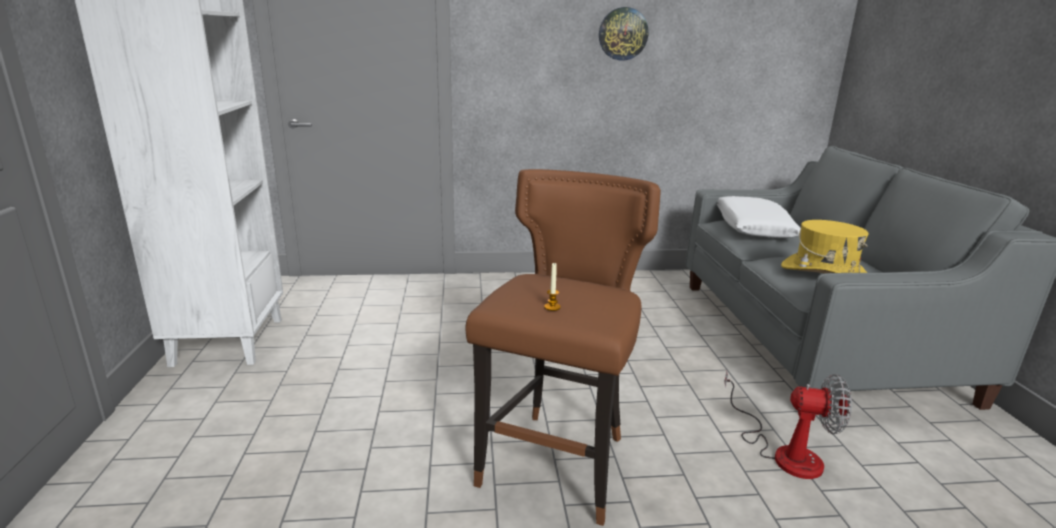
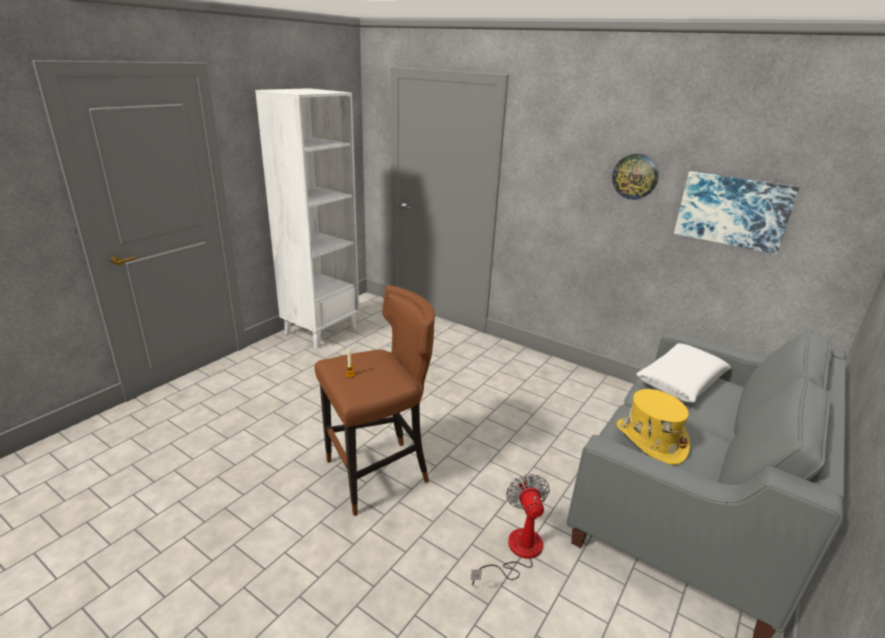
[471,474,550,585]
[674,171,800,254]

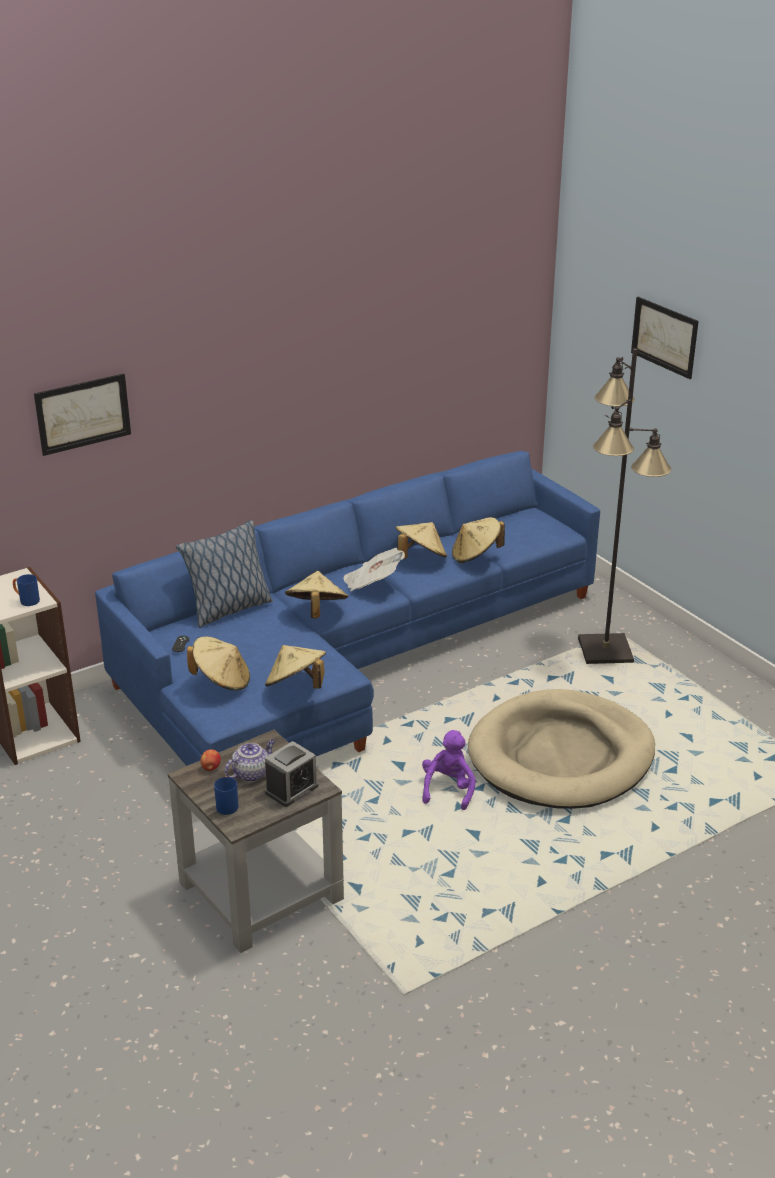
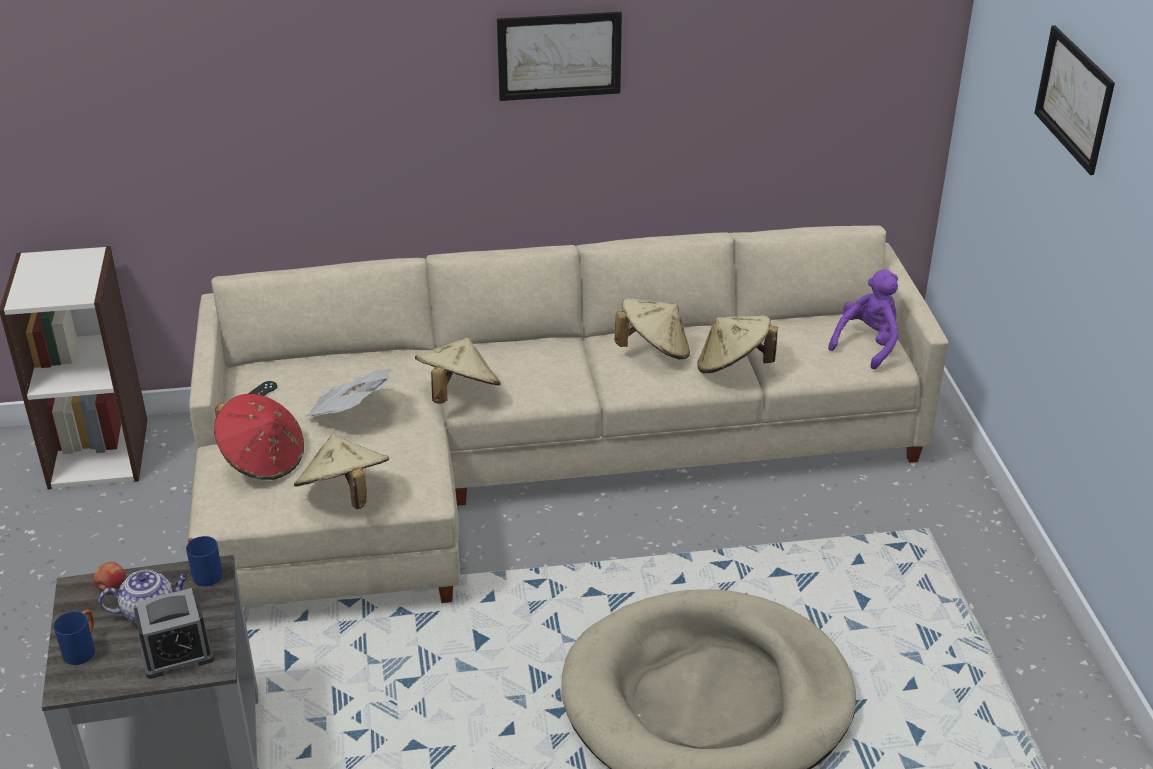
[186,536,223,587]
[497,12,622,101]
[186,225,948,607]
[176,520,273,628] (first image)
[214,394,304,480]
[305,369,392,417]
[828,269,899,370]
[578,348,671,664] (first image)

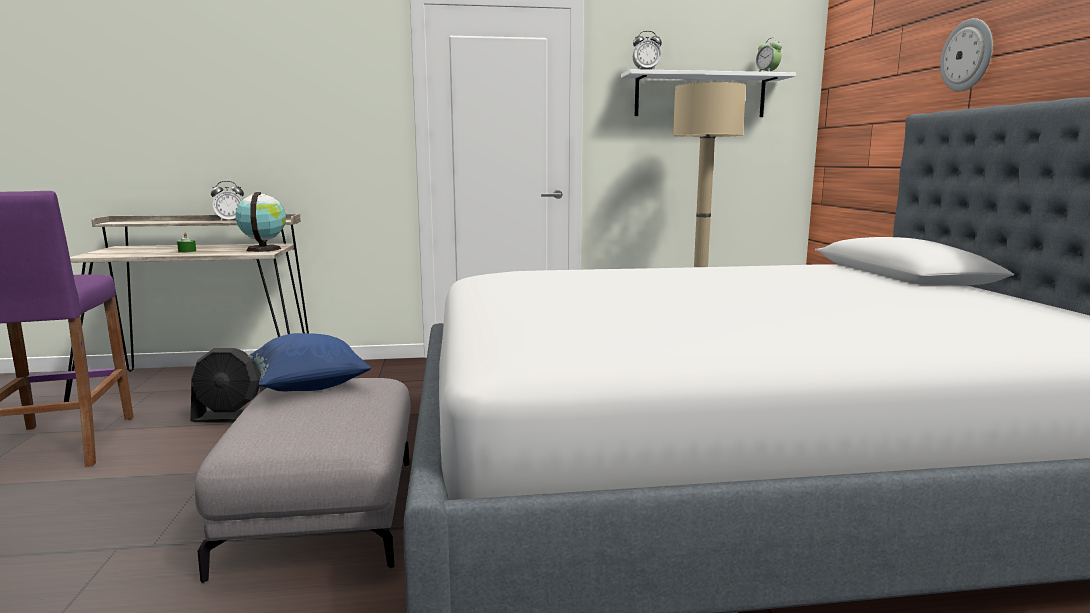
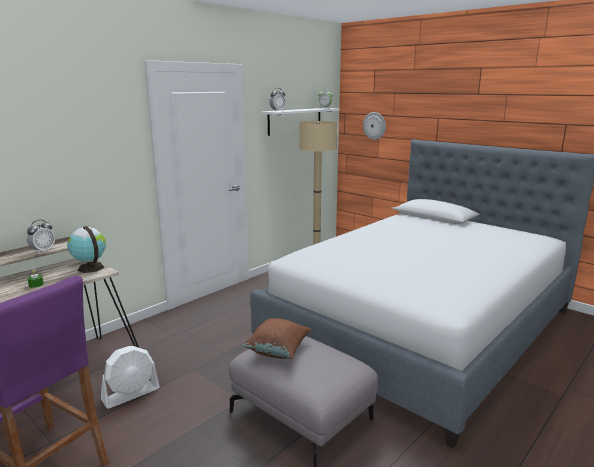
[101,346,160,409]
[243,318,312,359]
[363,112,386,140]

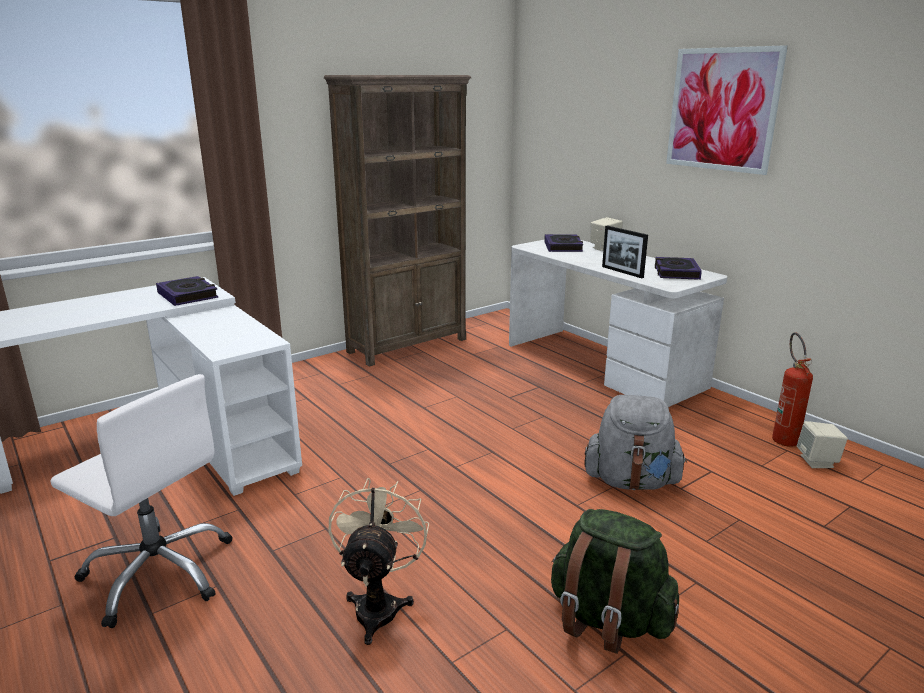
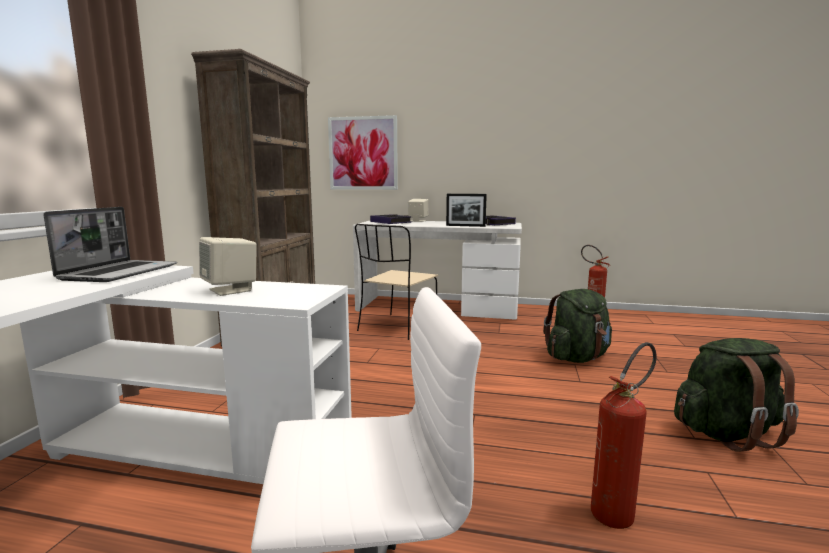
[43,207,177,282]
[591,342,657,529]
[543,289,612,363]
[328,115,398,190]
[199,237,257,296]
[355,224,438,340]

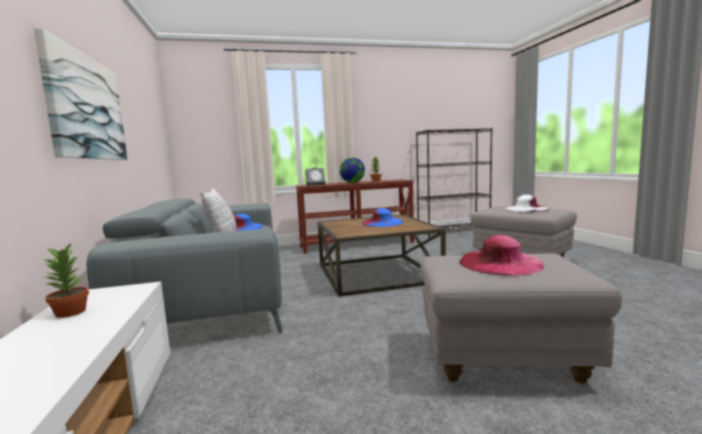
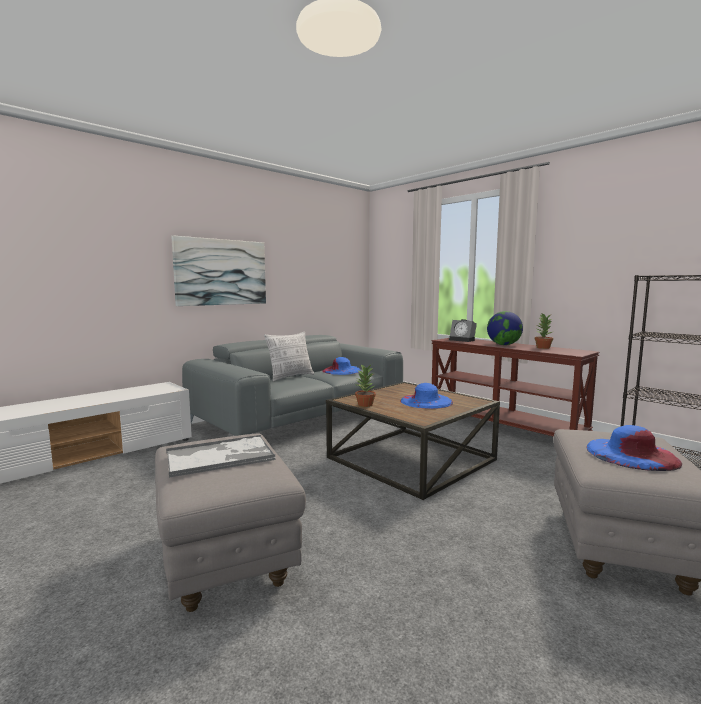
[355,364,376,407]
[166,435,275,478]
[586,425,682,471]

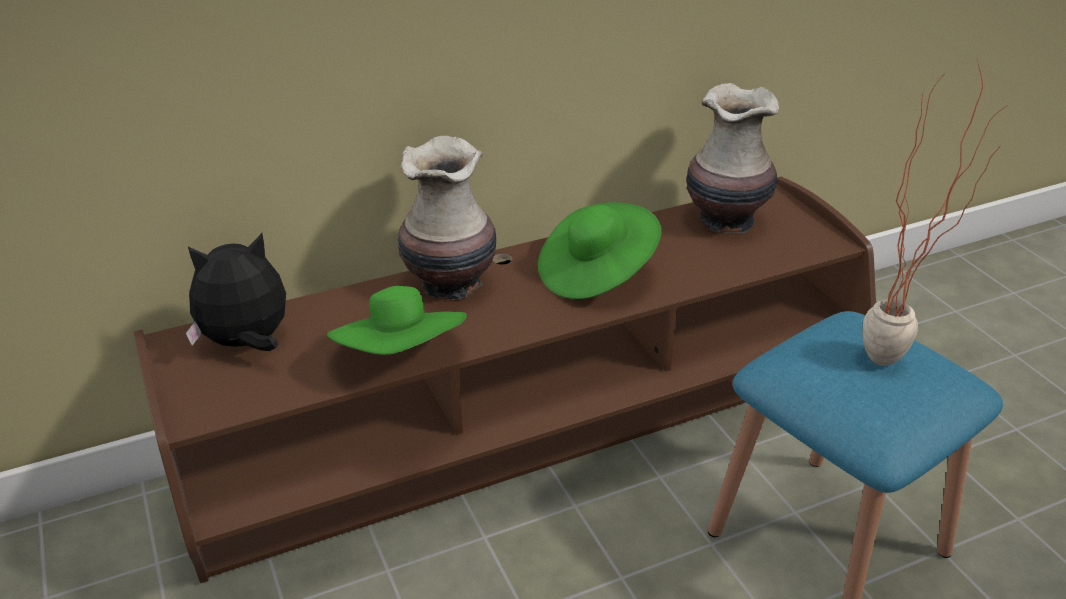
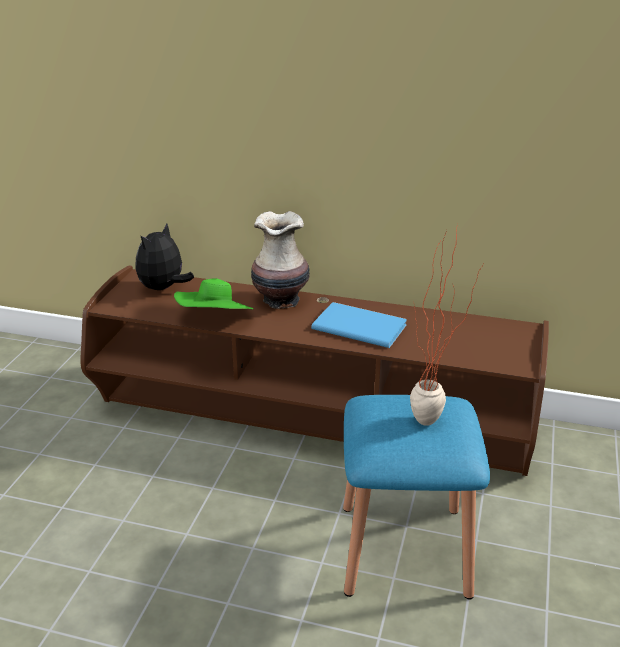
[135,223,194,290]
[311,302,407,348]
[686,83,779,233] (first image)

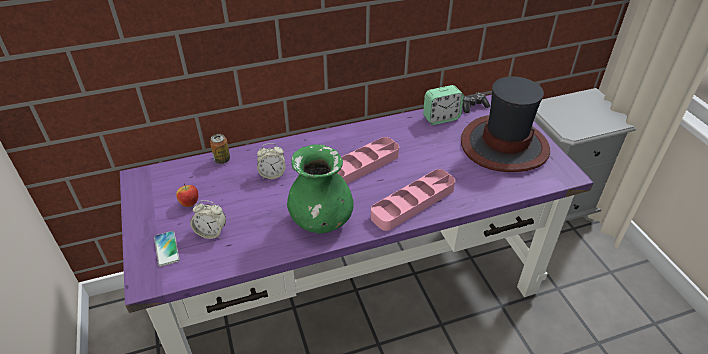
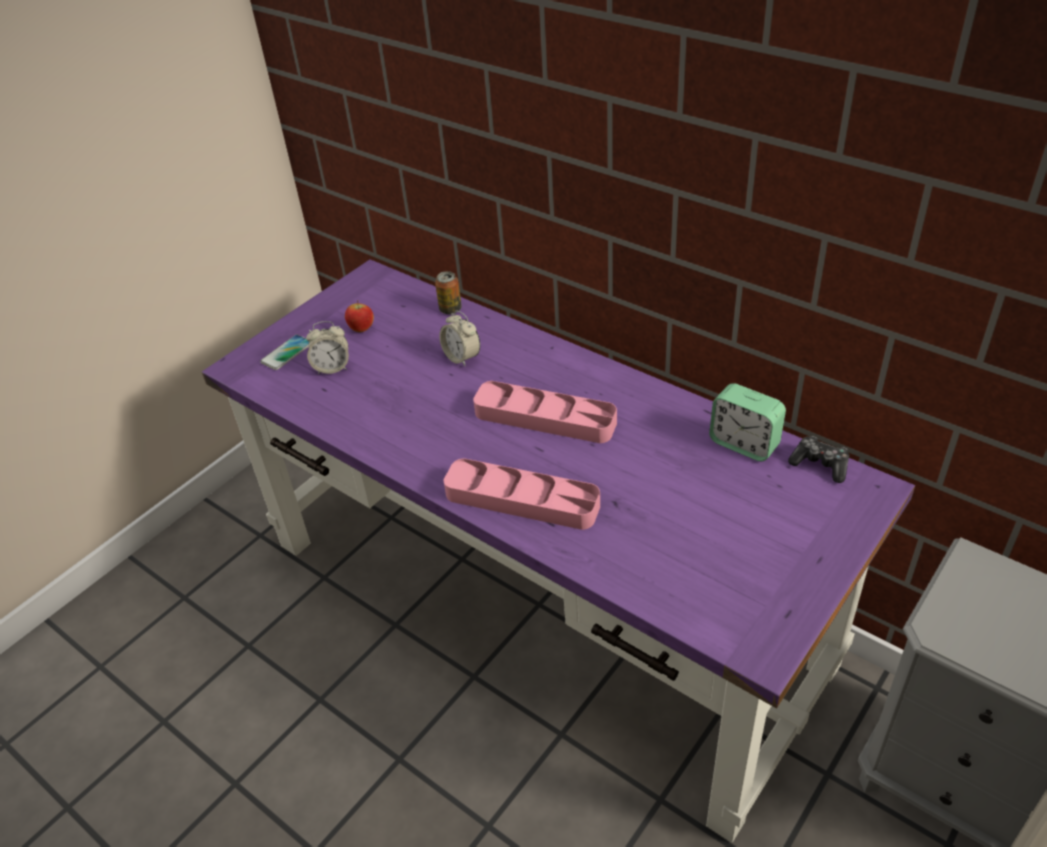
[306,321,349,374]
[287,144,354,233] (first image)
[461,76,550,172] (first image)

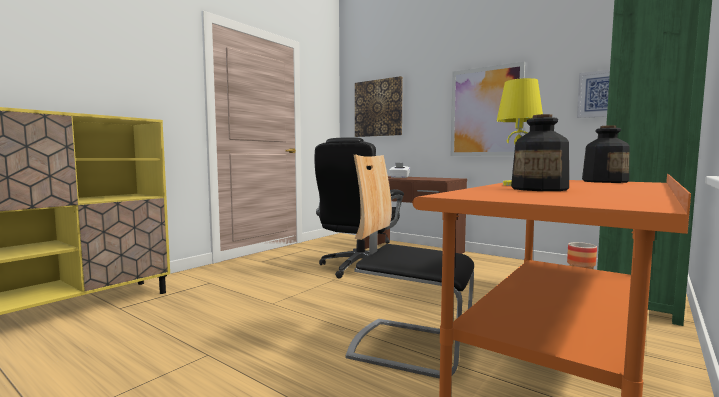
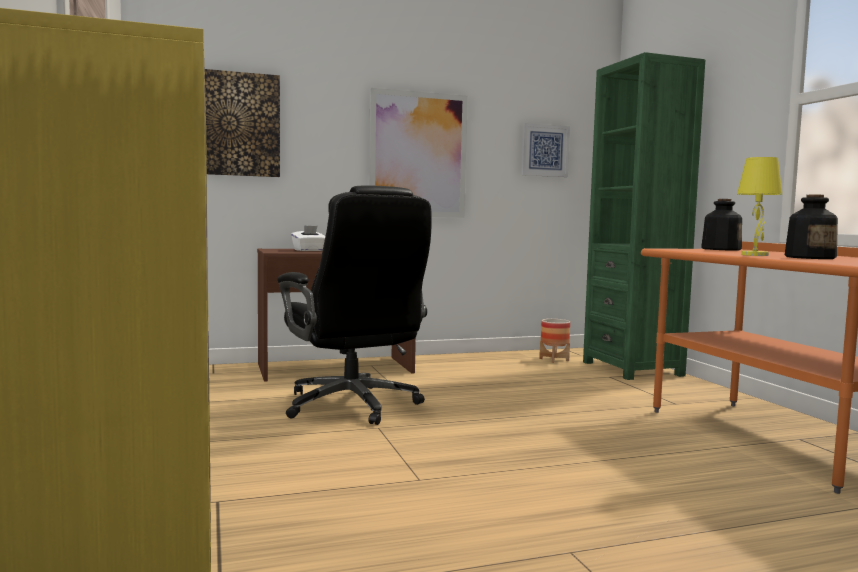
[346,154,474,378] (first image)

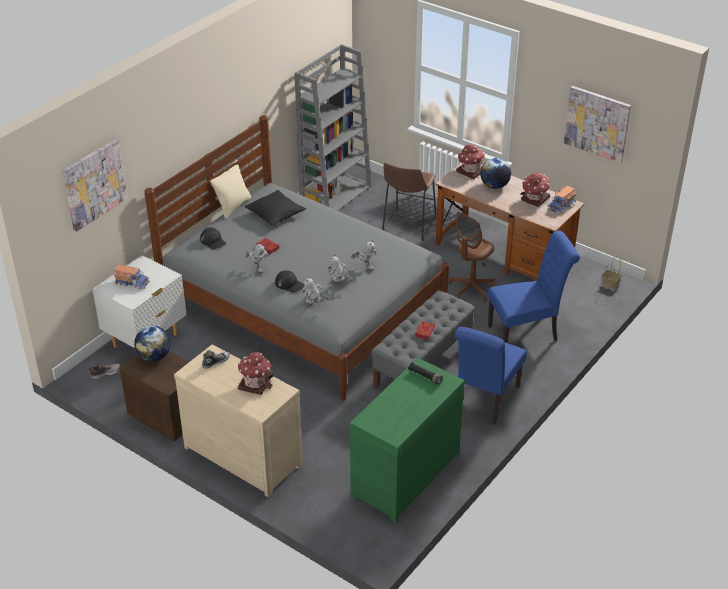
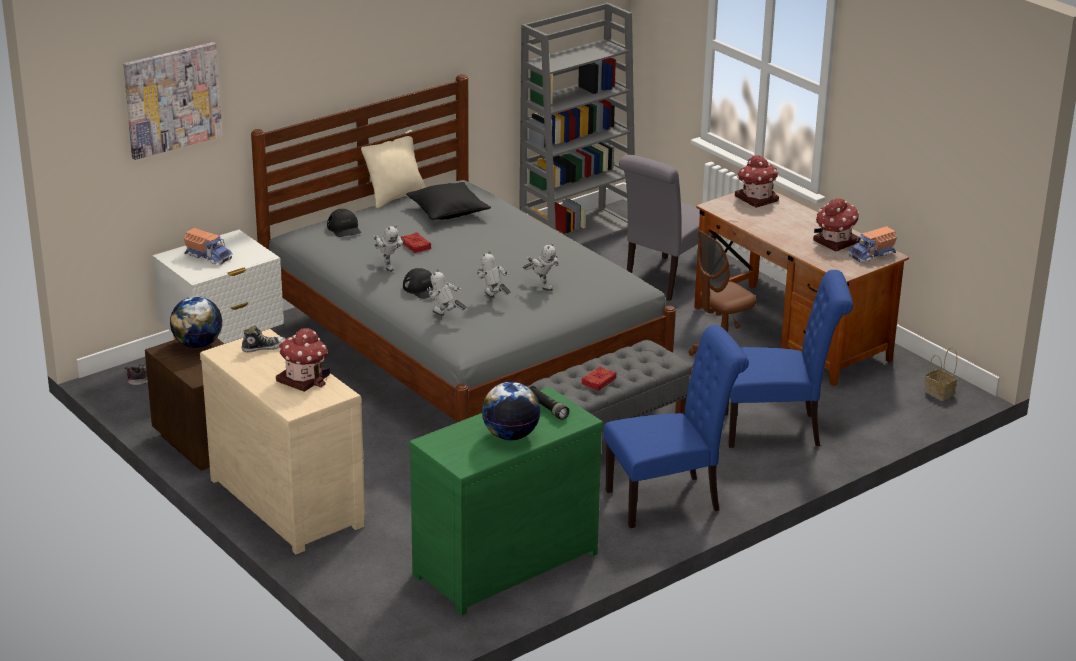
[619,155,716,301]
[604,325,749,528]
[482,382,541,440]
[564,86,631,163] (first image)

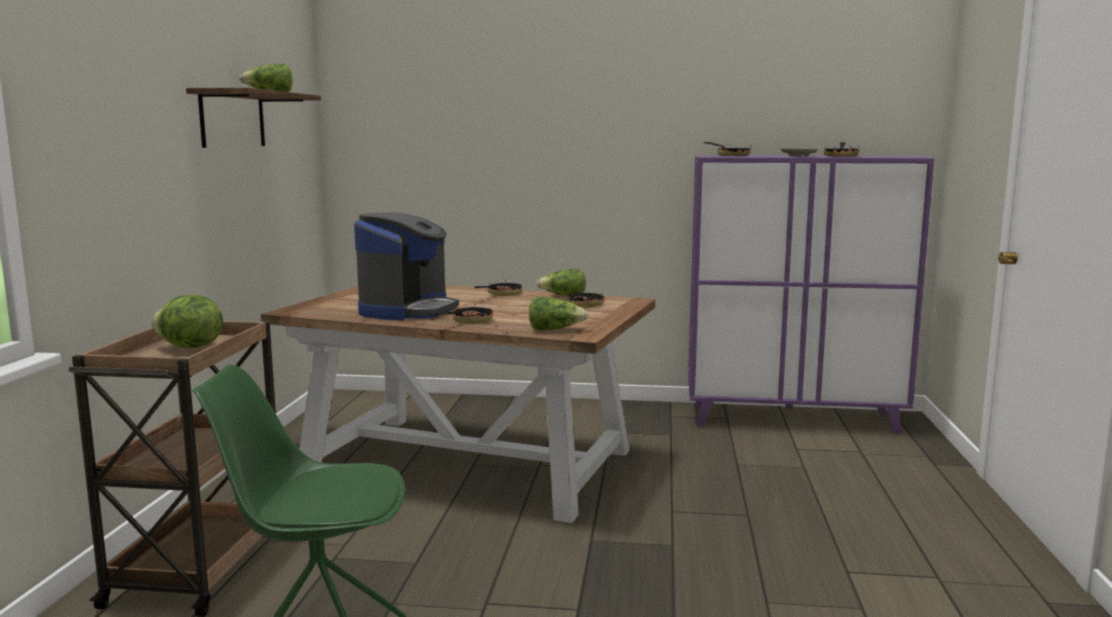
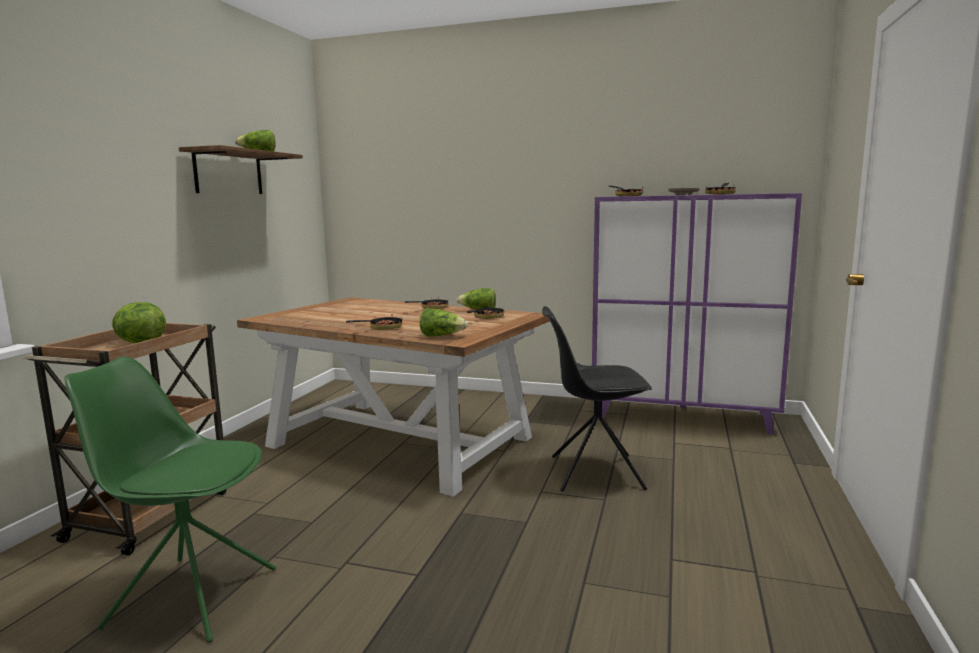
[354,212,459,320] (first image)
[542,306,652,492]

